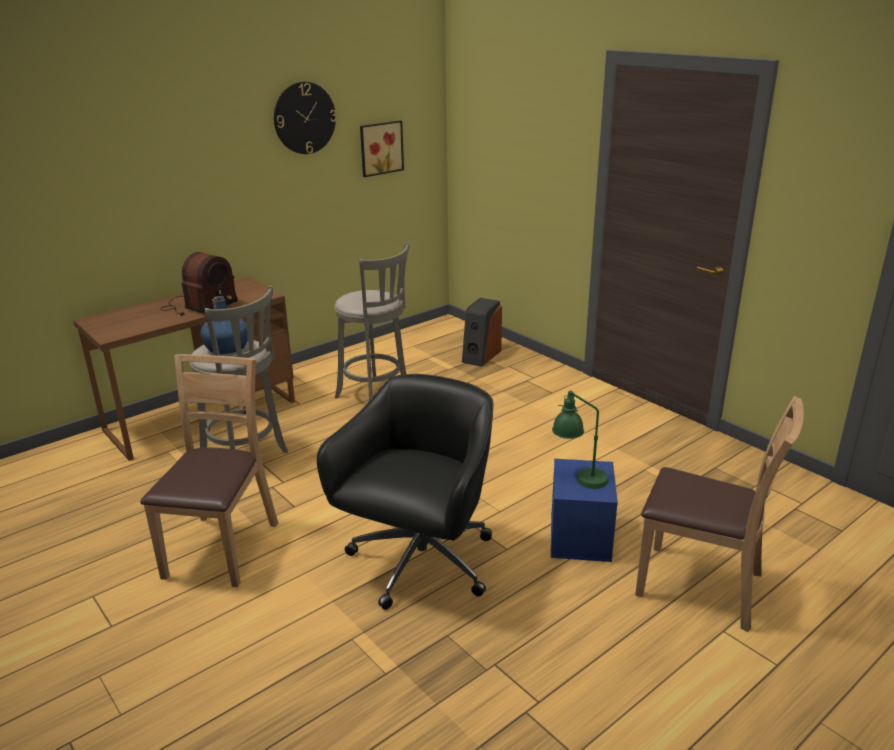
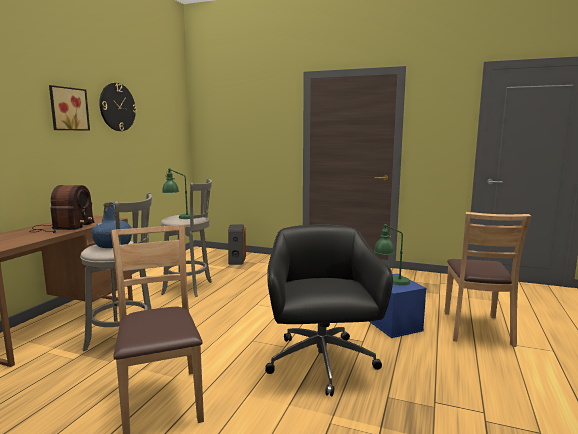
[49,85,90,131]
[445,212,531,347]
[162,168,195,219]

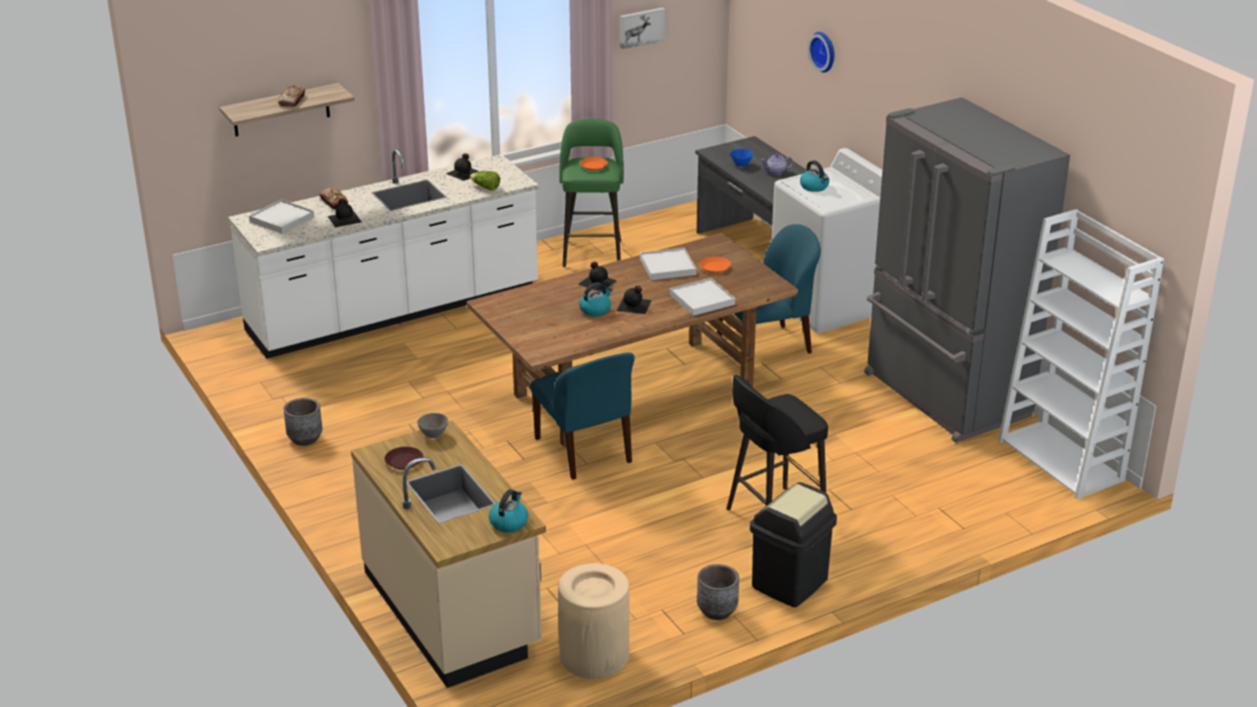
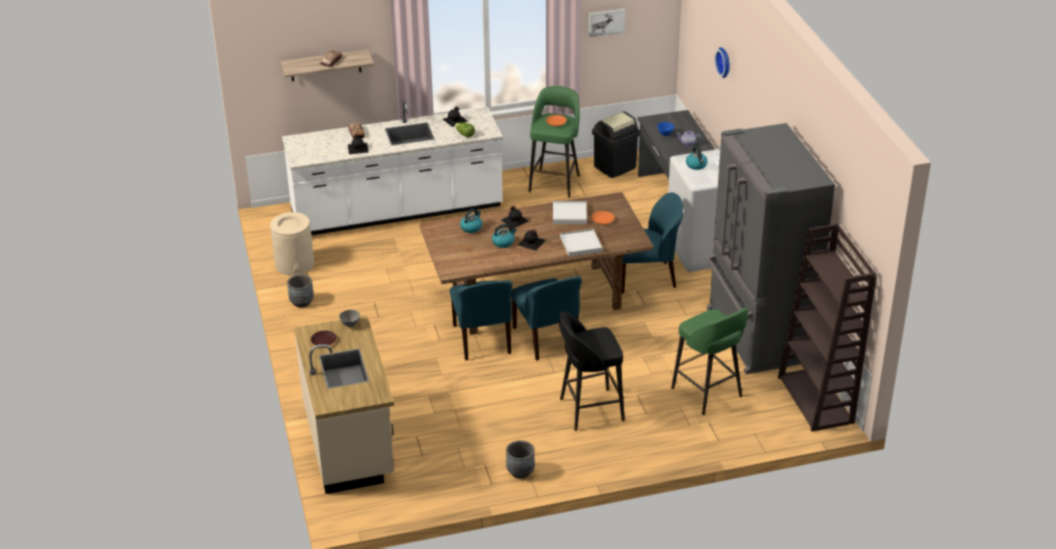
[249,199,314,234] (first image)
[460,209,482,233]
[270,212,314,276]
[592,112,640,178]
[778,223,877,432]
[511,276,582,361]
[671,308,748,415]

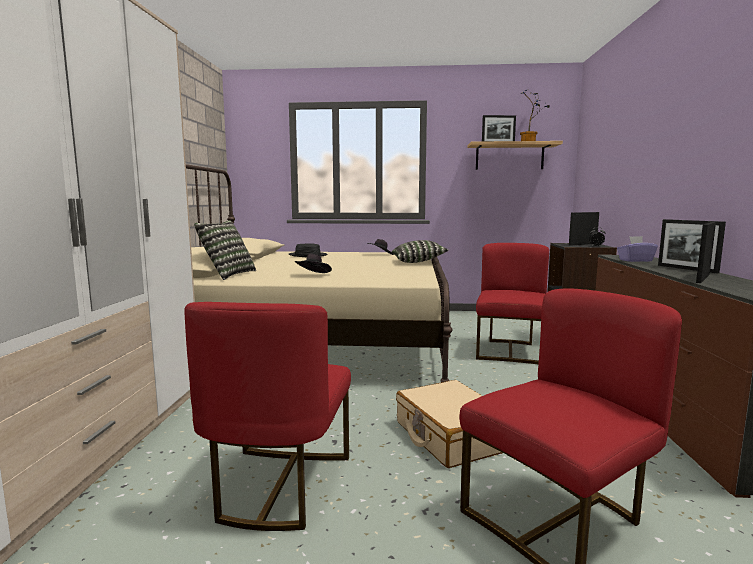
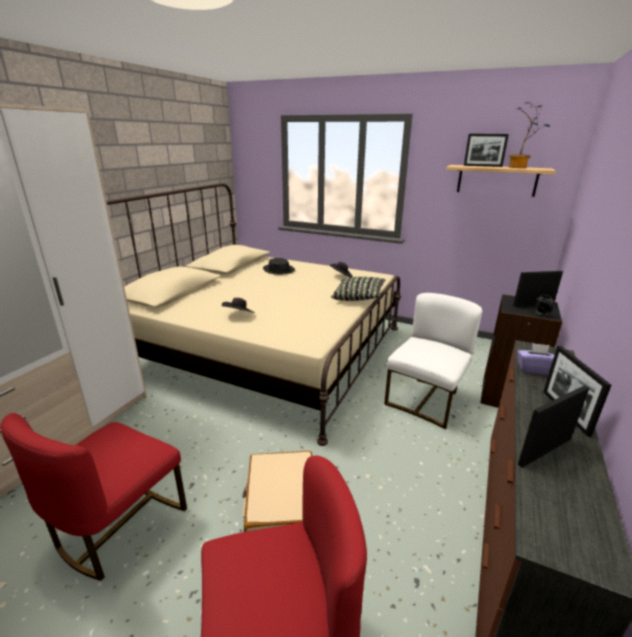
[194,220,256,280] (first image)
[384,293,482,429]

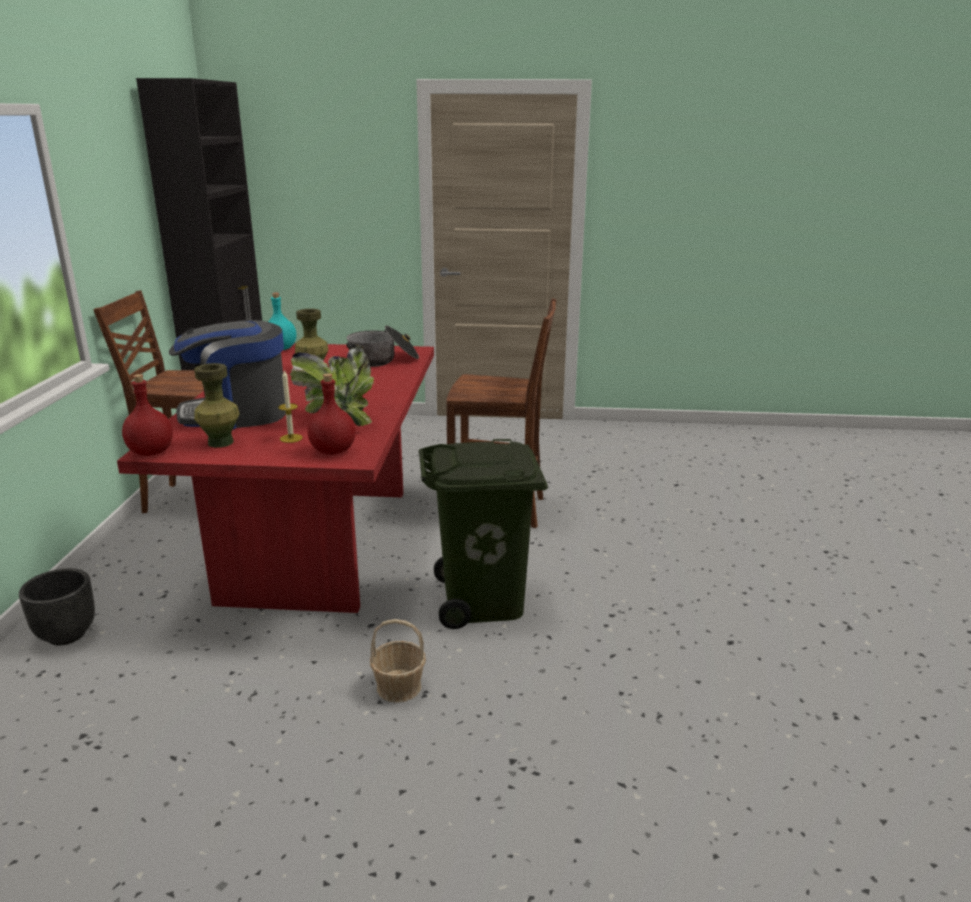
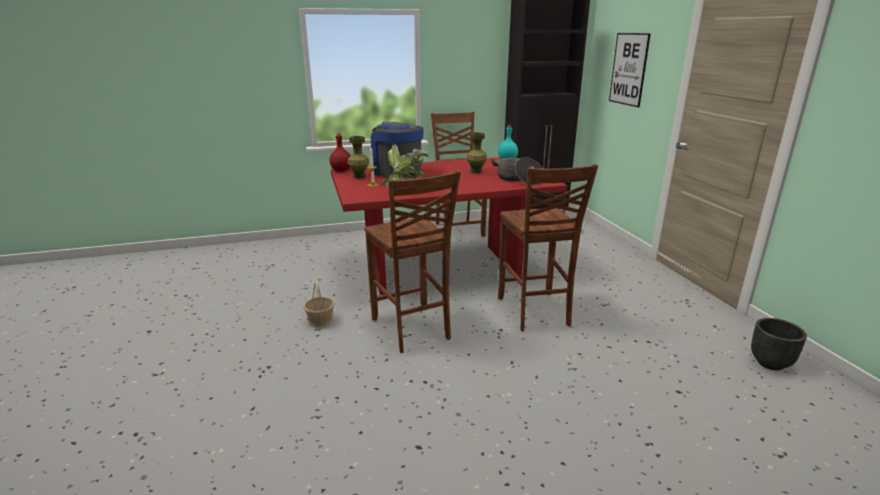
[751,318,807,370]
[308,373,356,455] (first image)
[364,170,461,353]
[609,33,651,107]

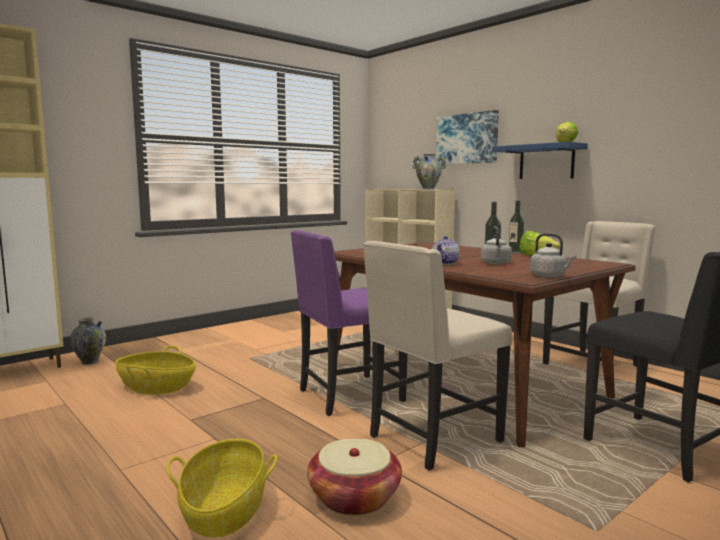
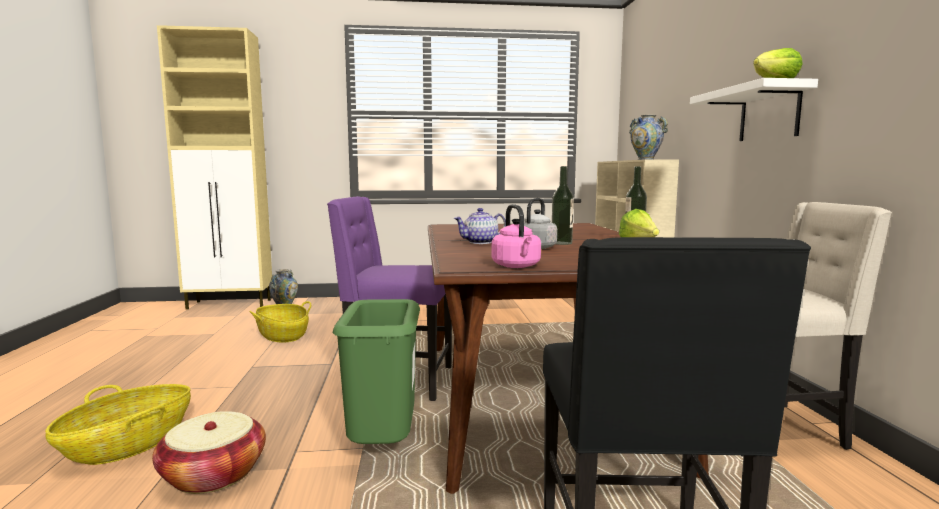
[333,299,420,444]
[436,110,499,165] (first image)
[690,78,818,141]
[491,204,541,268]

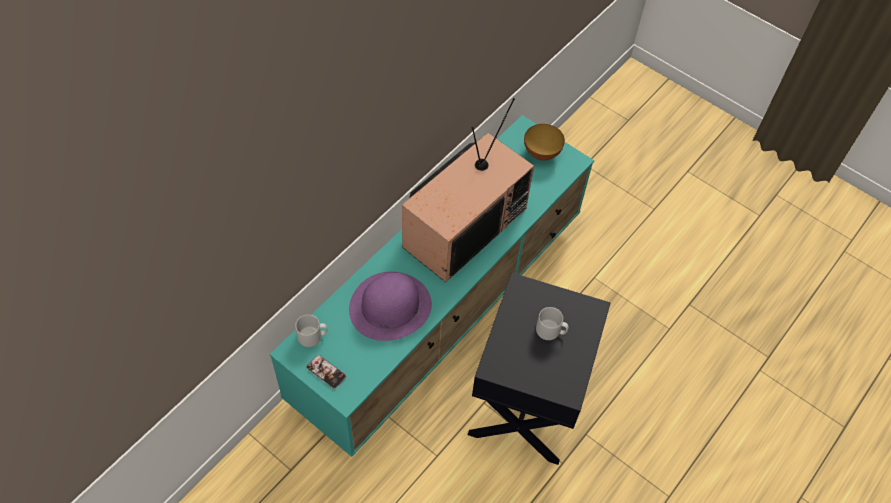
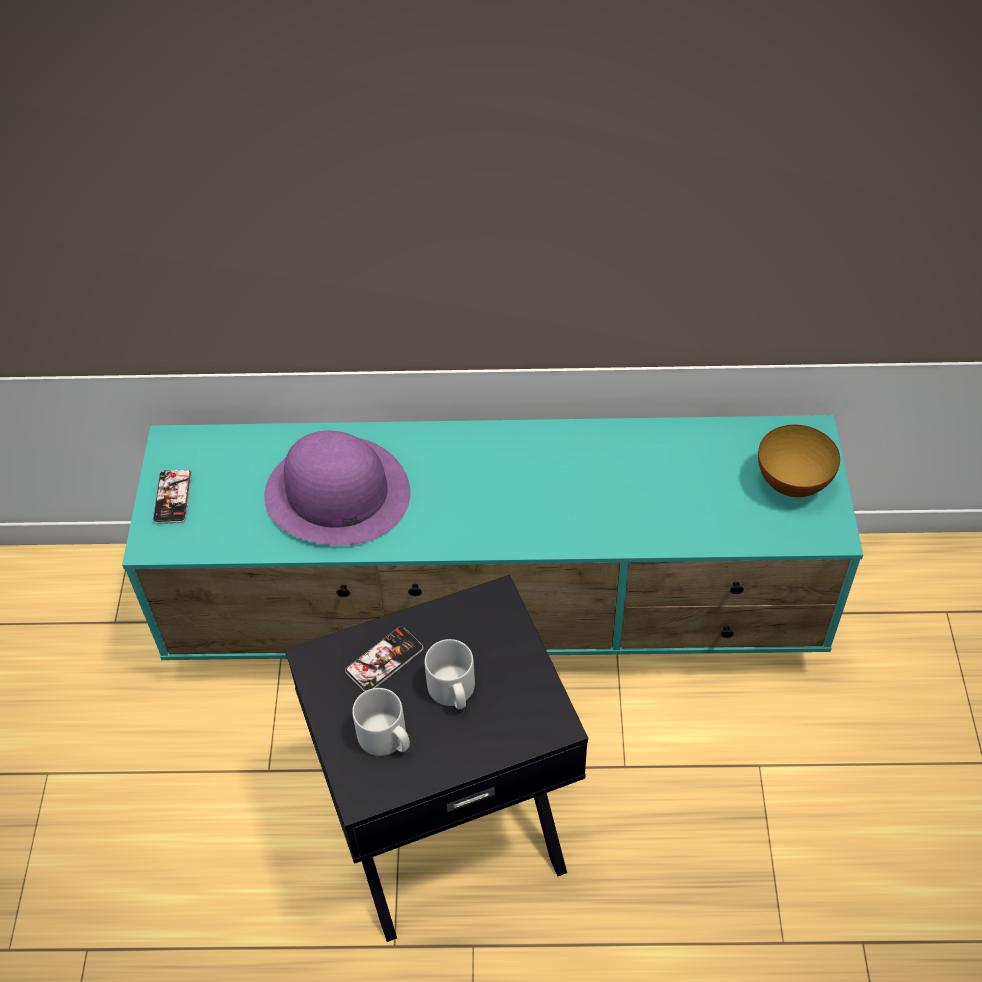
[352,688,410,756]
[402,98,534,282] (first image)
[345,627,424,692]

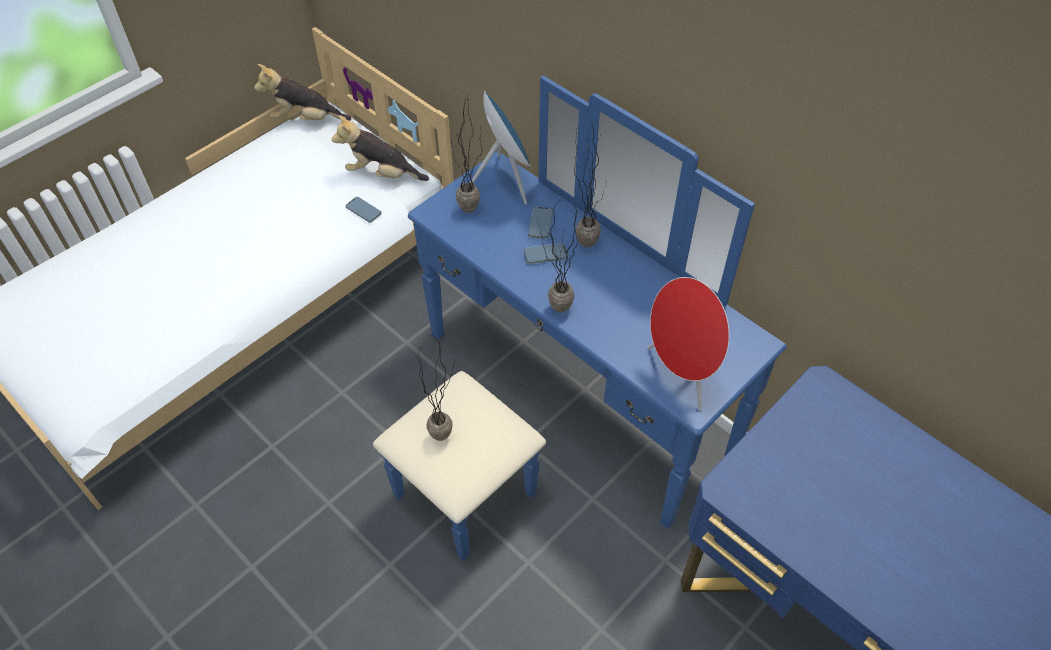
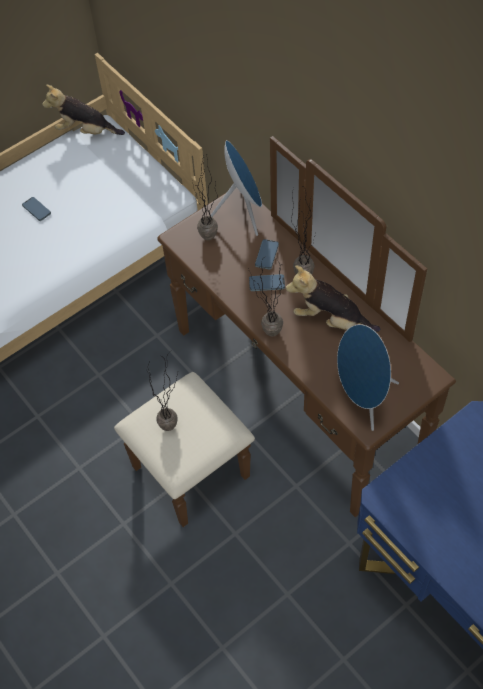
[286,266,380,332]
[22,197,51,221]
[114,136,456,527]
[337,324,399,431]

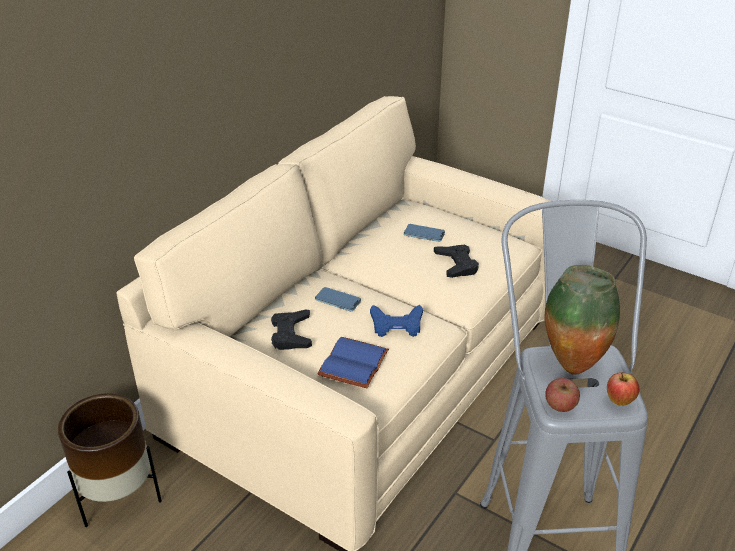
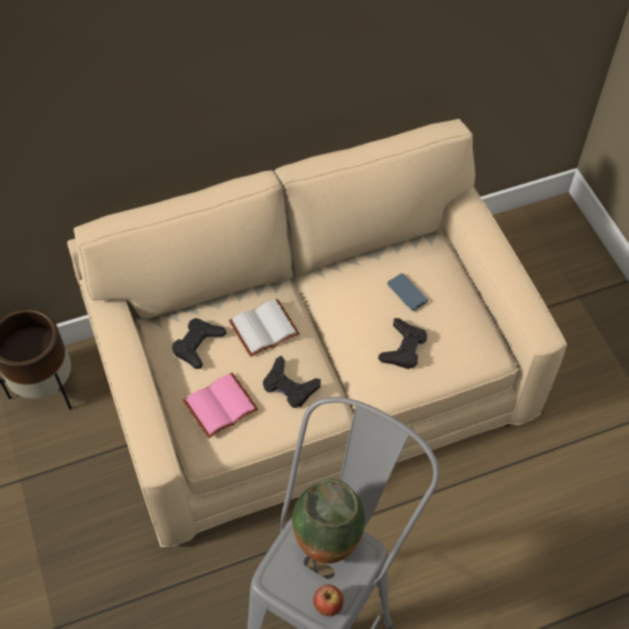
[229,299,300,357]
[183,373,259,438]
[263,356,321,408]
[545,378,580,412] (first image)

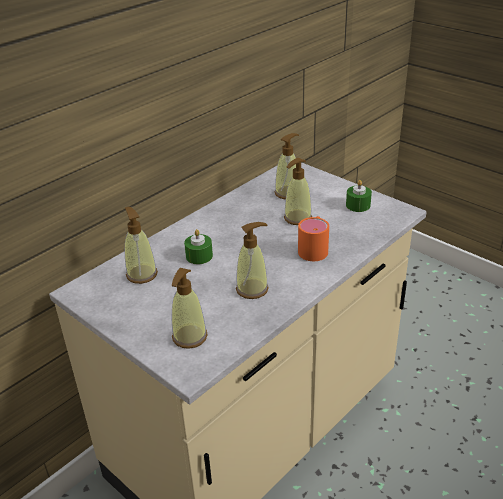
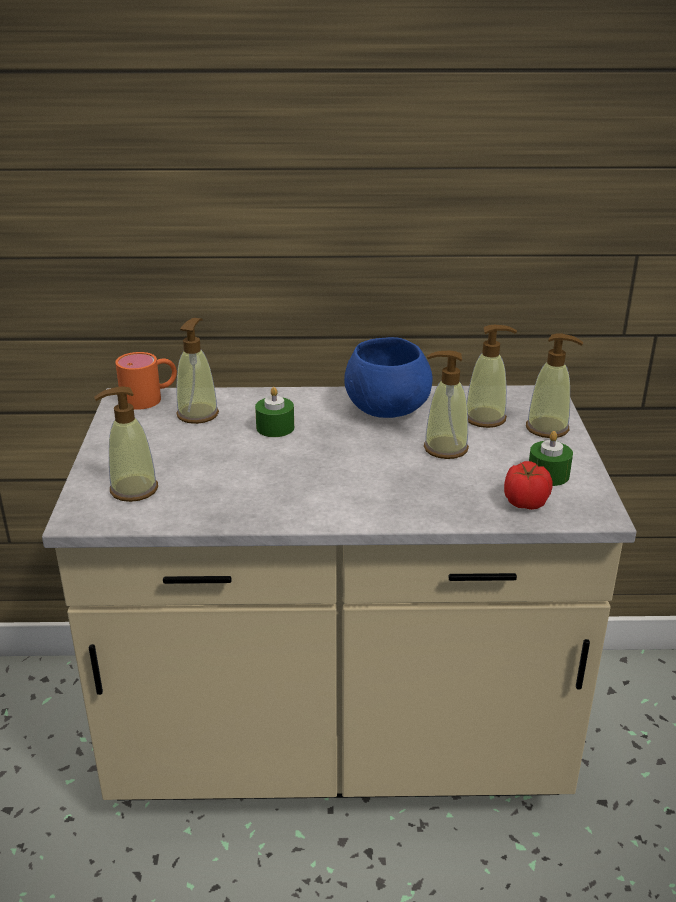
[526,334,583,438]
[115,352,177,410]
[344,337,432,418]
[504,461,552,510]

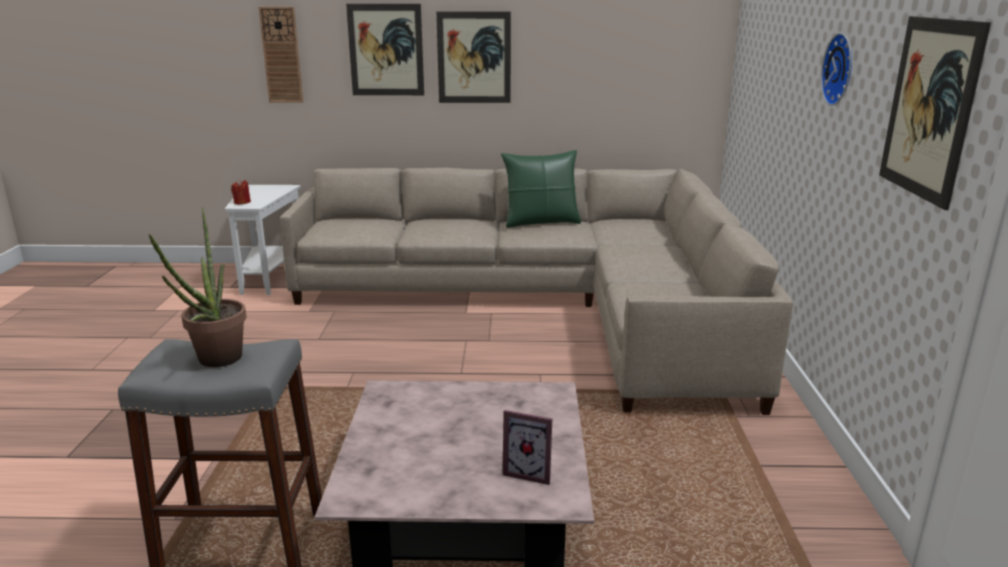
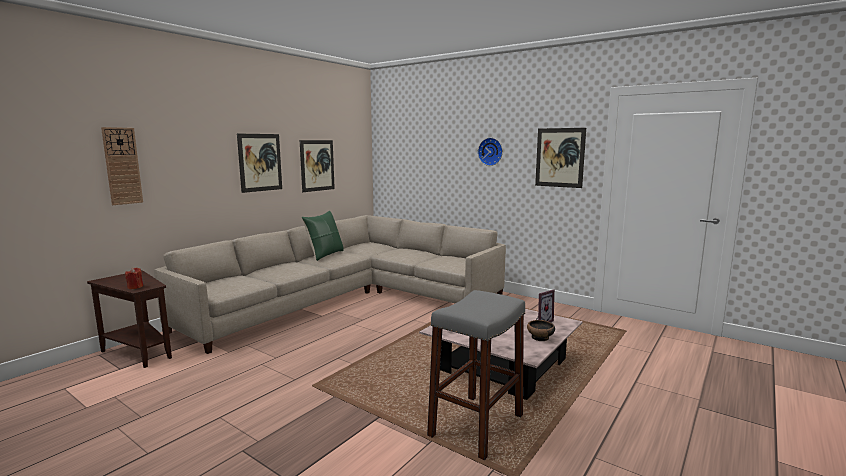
[149,207,246,367] (first image)
[87,270,172,368]
[300,140,335,192]
[527,320,555,341]

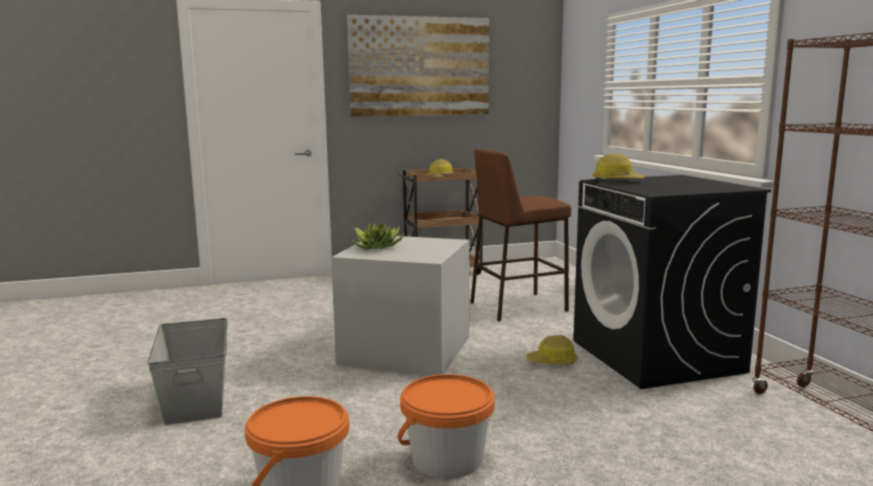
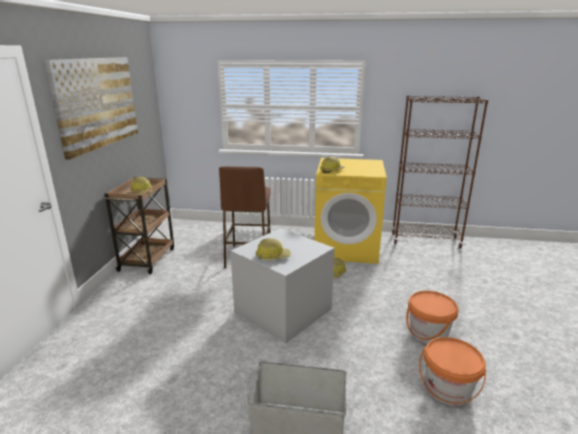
[256,238,291,260]
[314,158,387,264]

